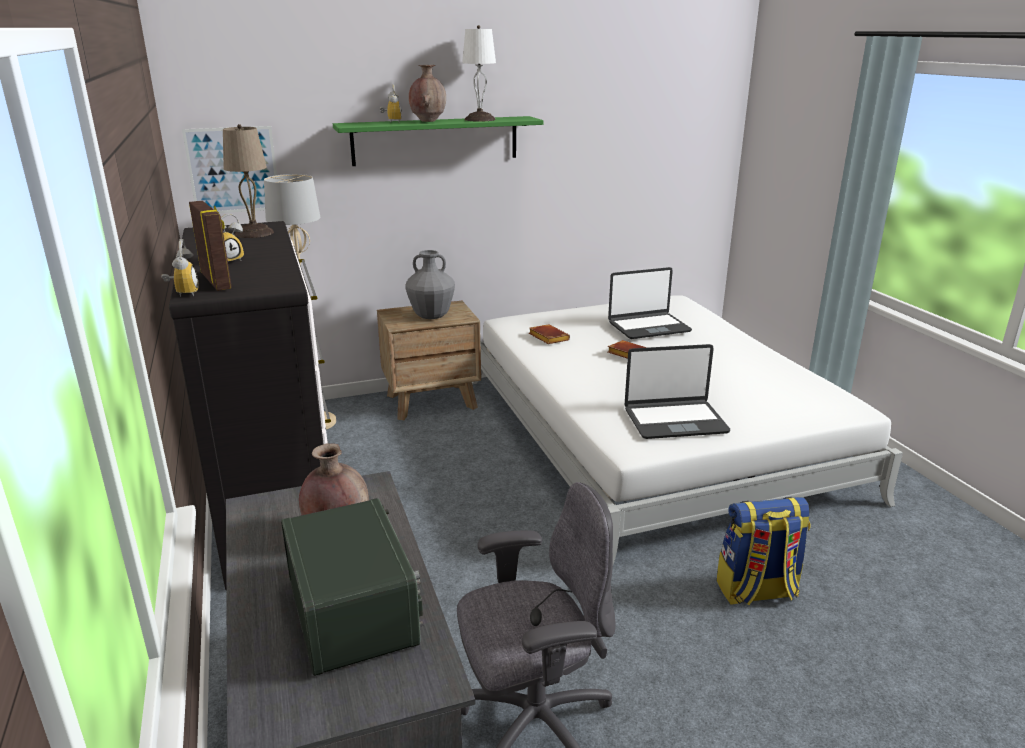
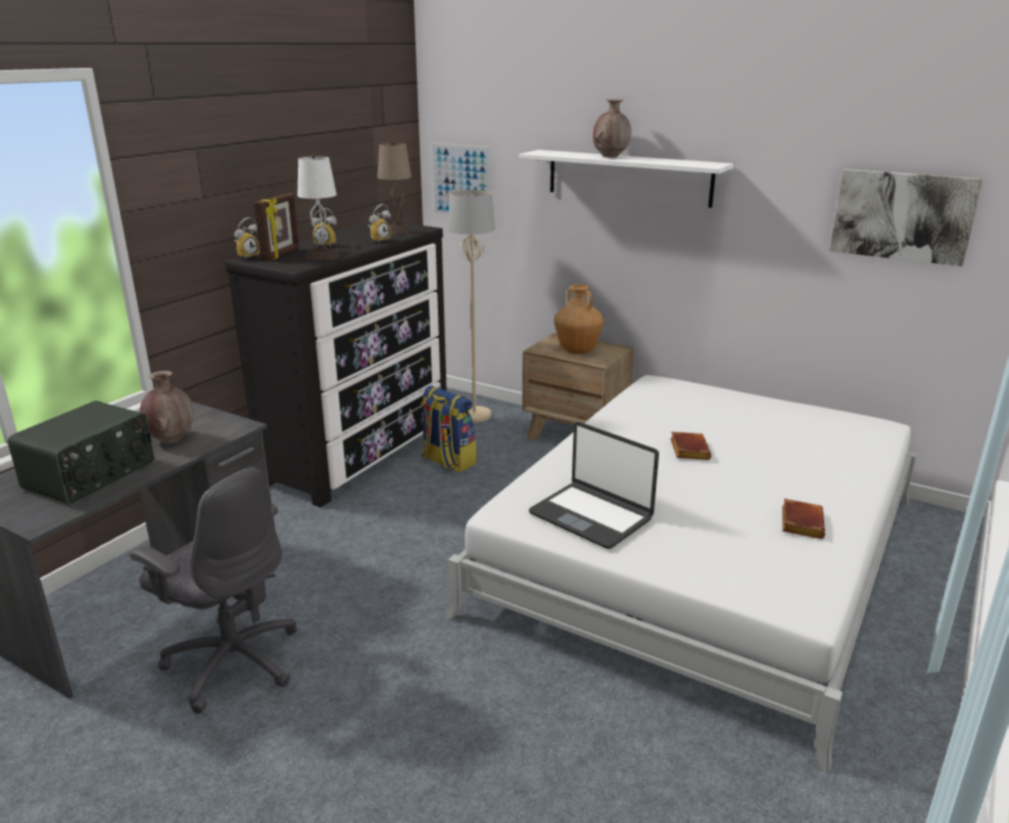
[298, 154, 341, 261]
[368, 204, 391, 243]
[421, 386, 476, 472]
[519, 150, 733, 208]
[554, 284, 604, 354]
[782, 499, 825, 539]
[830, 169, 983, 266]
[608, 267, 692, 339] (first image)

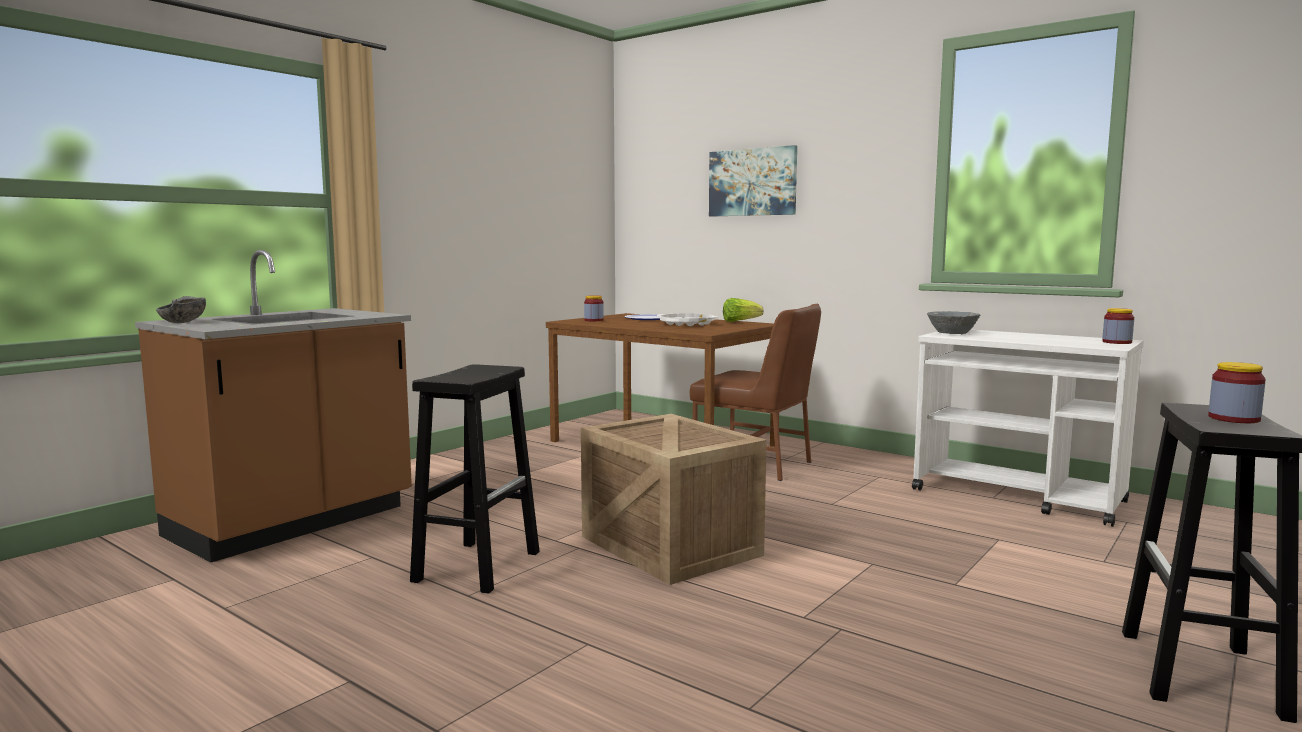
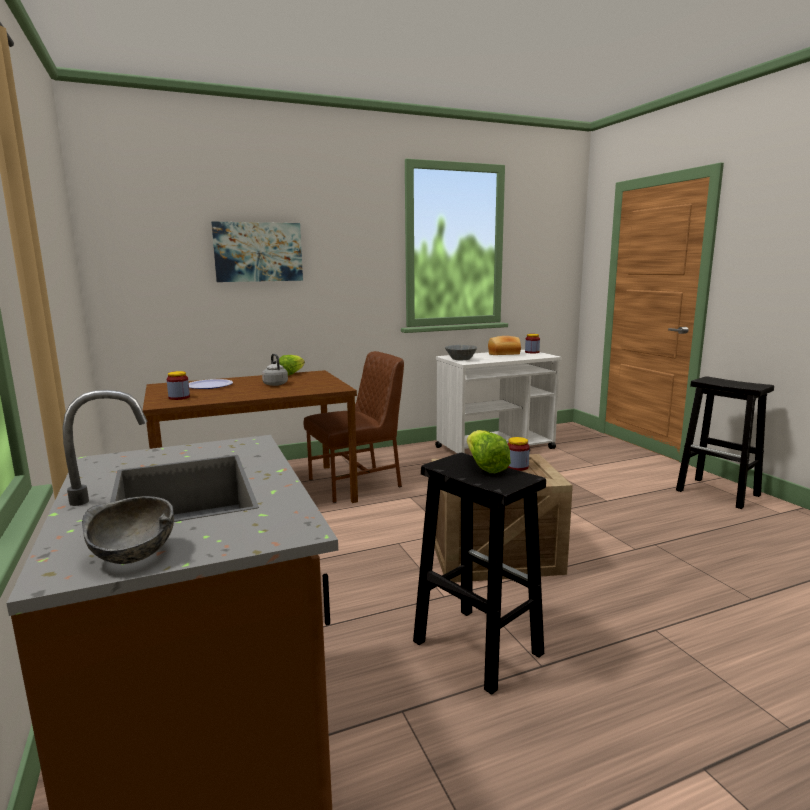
[262, 354, 288, 386]
[467, 430, 511, 473]
[488, 336, 521, 355]
[508, 437, 530, 471]

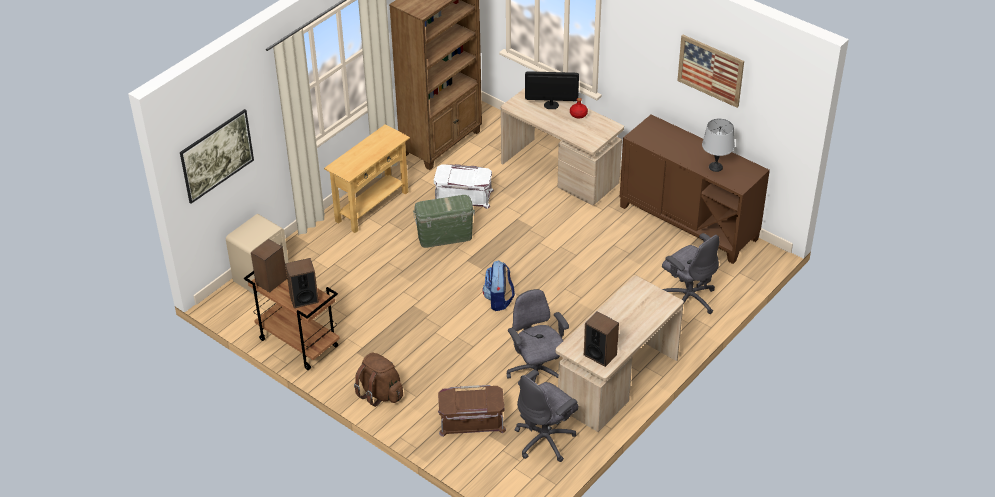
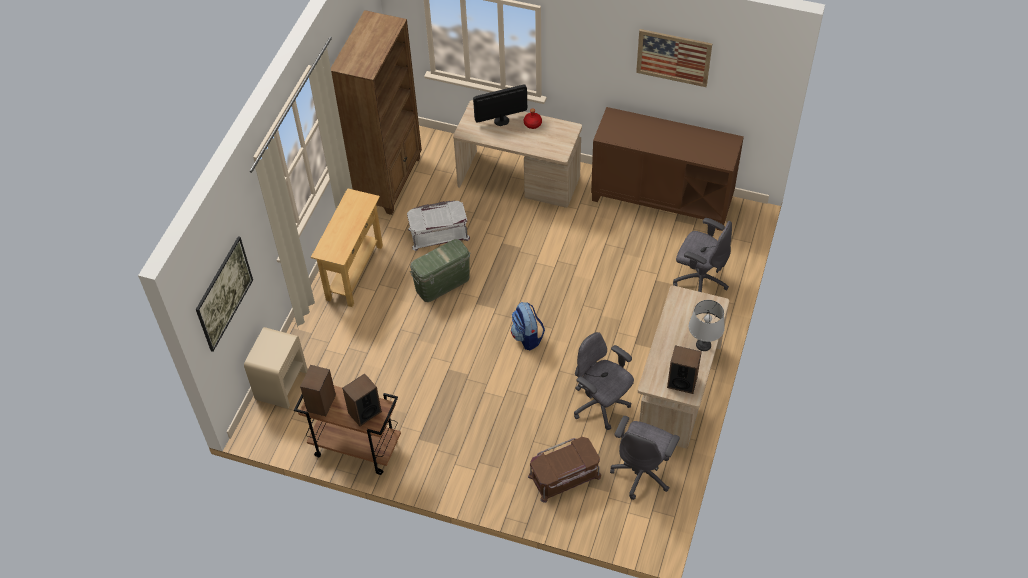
[689, 300, 725, 351]
[354, 353, 403, 407] (first image)

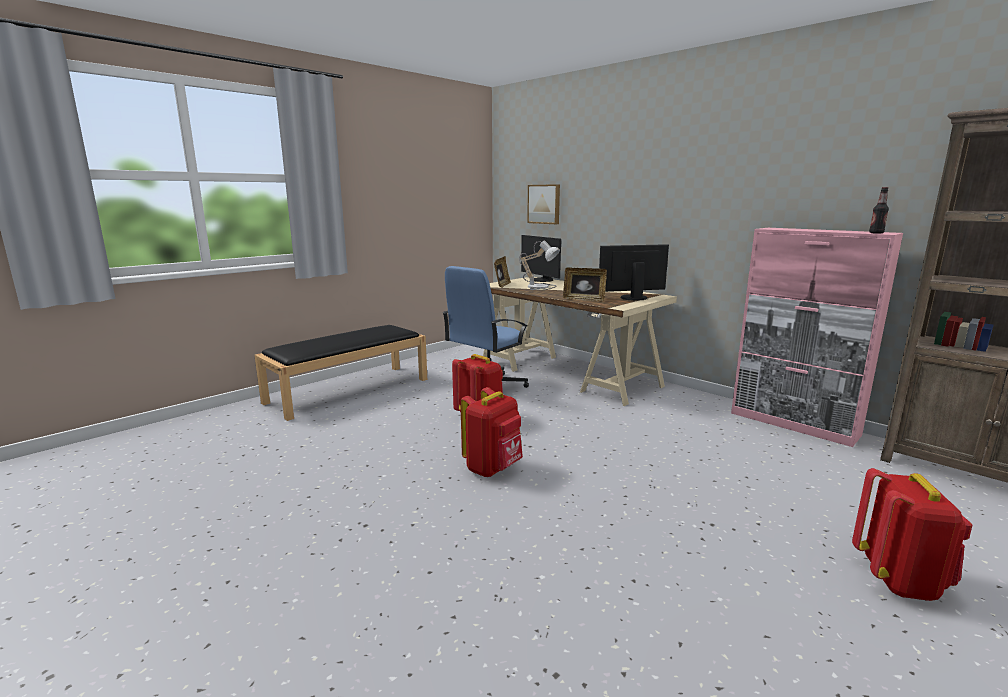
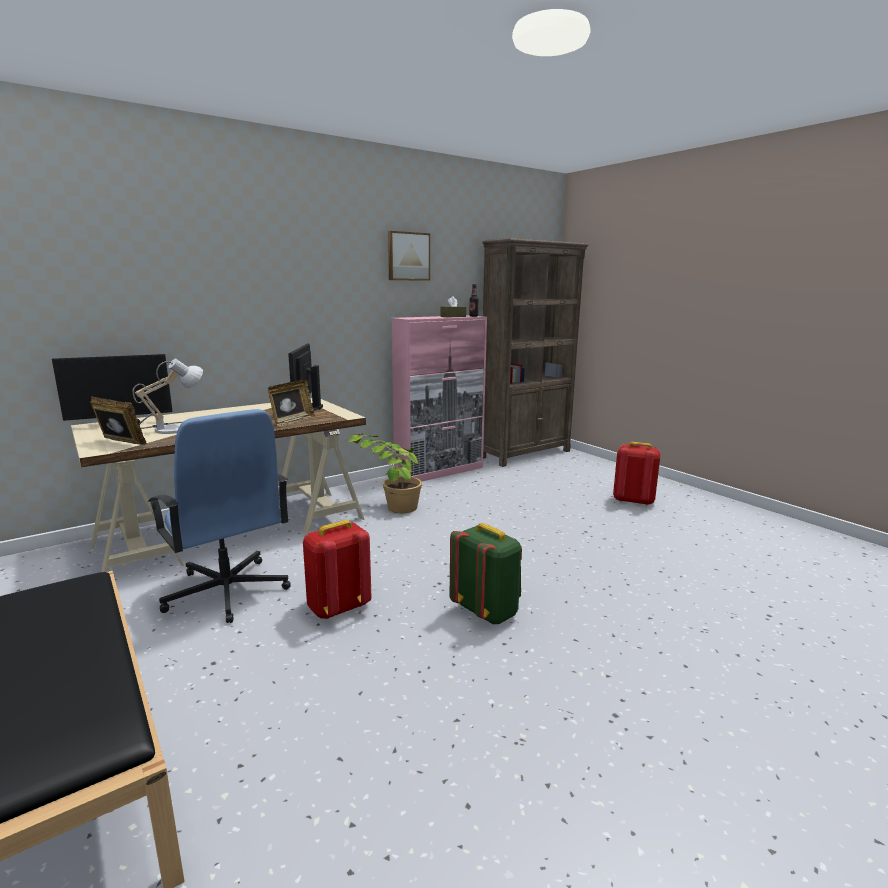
[348, 433, 422, 513]
[388, 231, 430, 281]
[441, 296, 466, 318]
[450, 523, 522, 625]

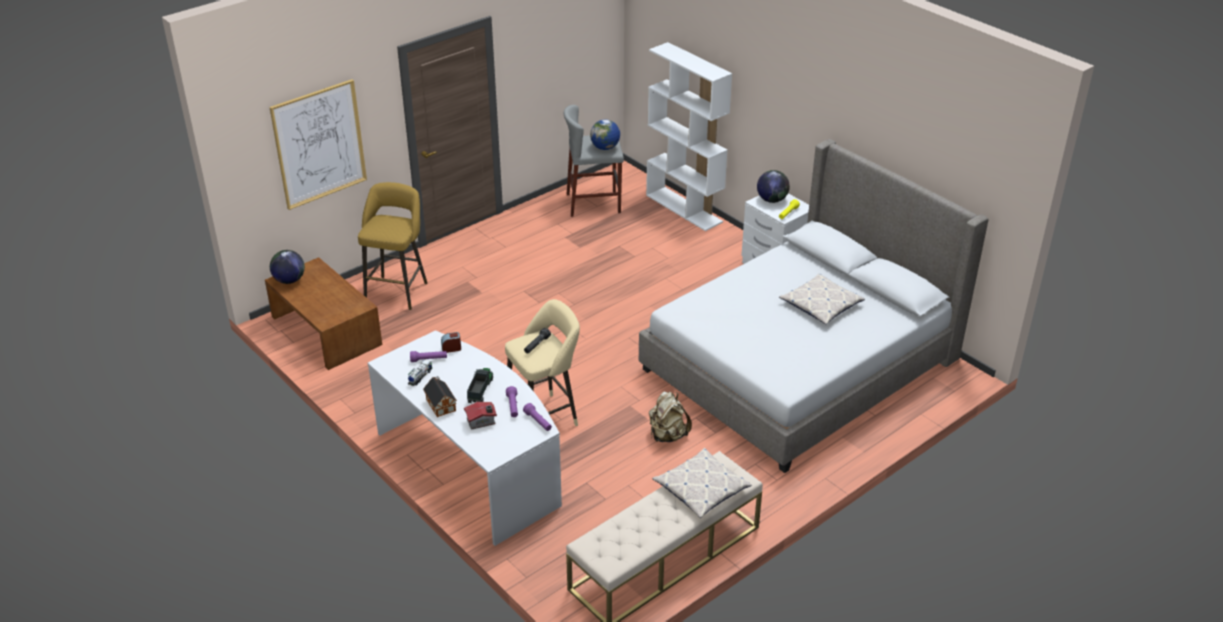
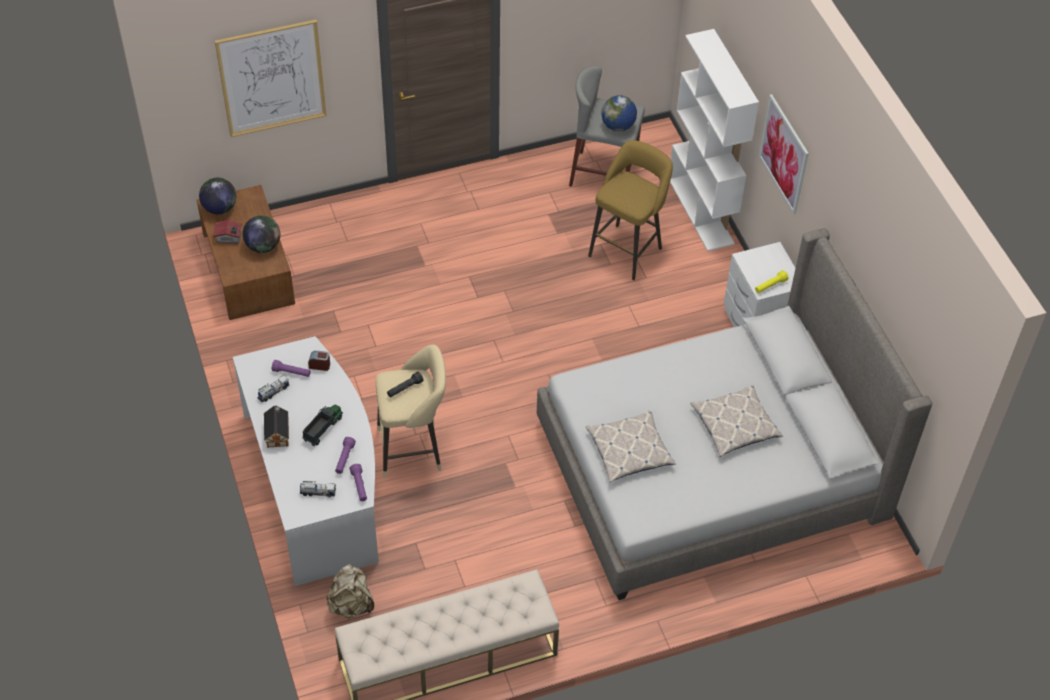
[213, 220, 242, 244]
[243, 215, 280, 253]
[300, 481, 336, 497]
[327, 564, 374, 619]
[586, 410, 676, 482]
[588, 140, 673, 280]
[759, 94, 809, 215]

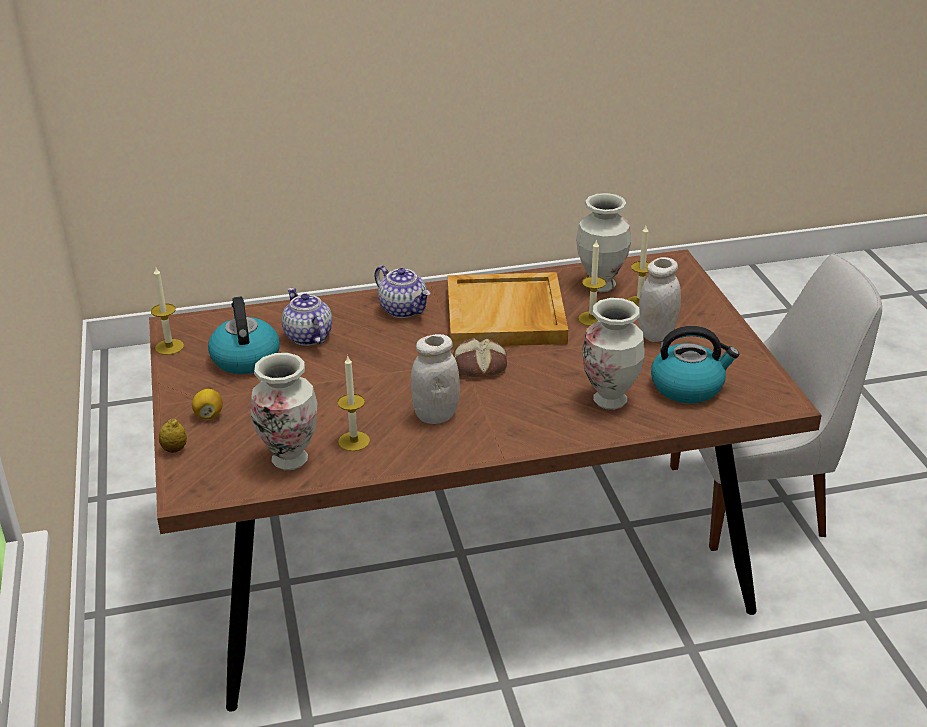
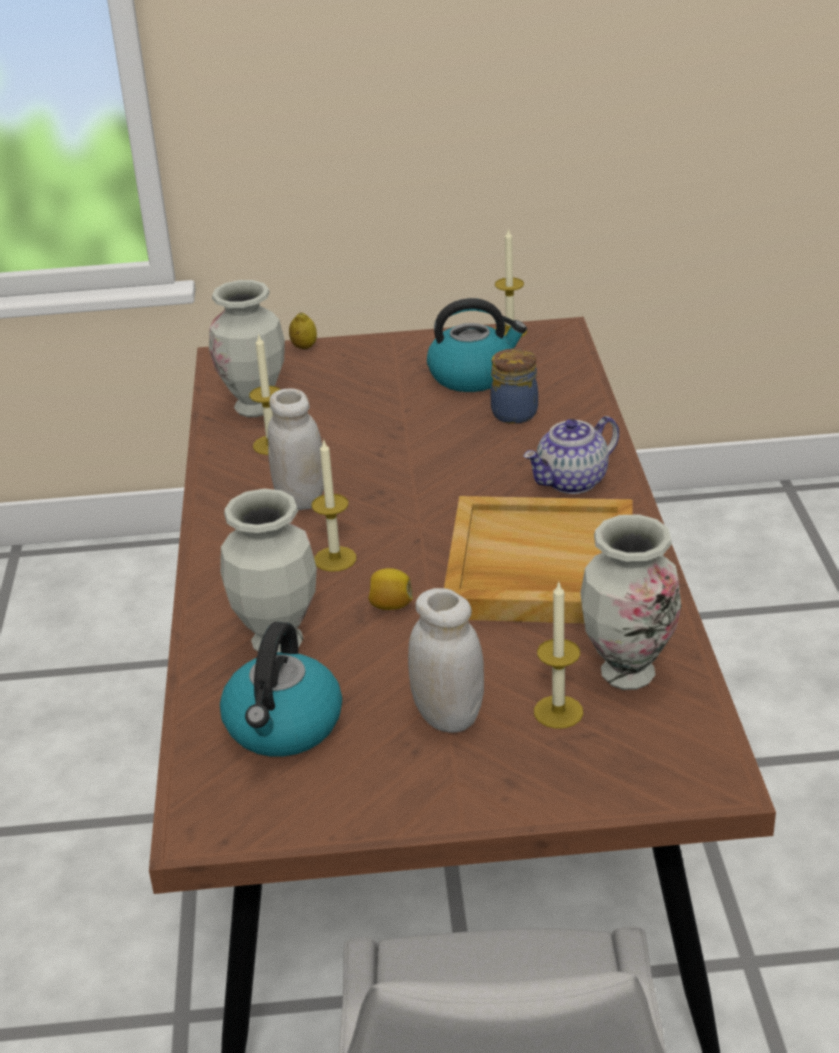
[311, 441, 356, 572]
[368, 568, 413, 610]
[491, 348, 538, 424]
[453, 338, 507, 377] (first image)

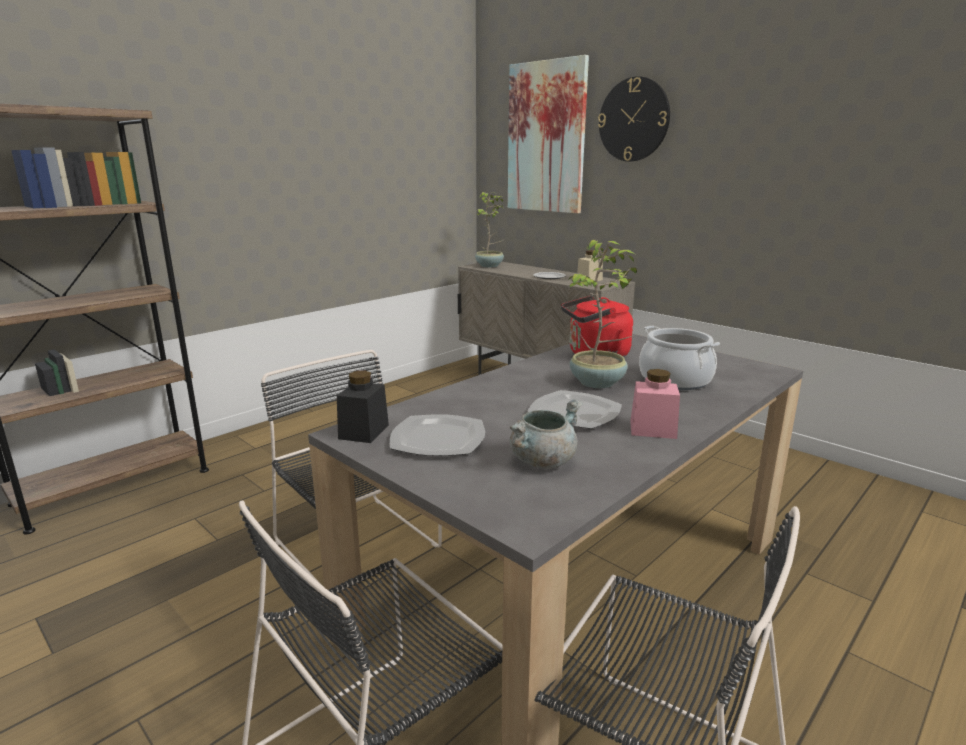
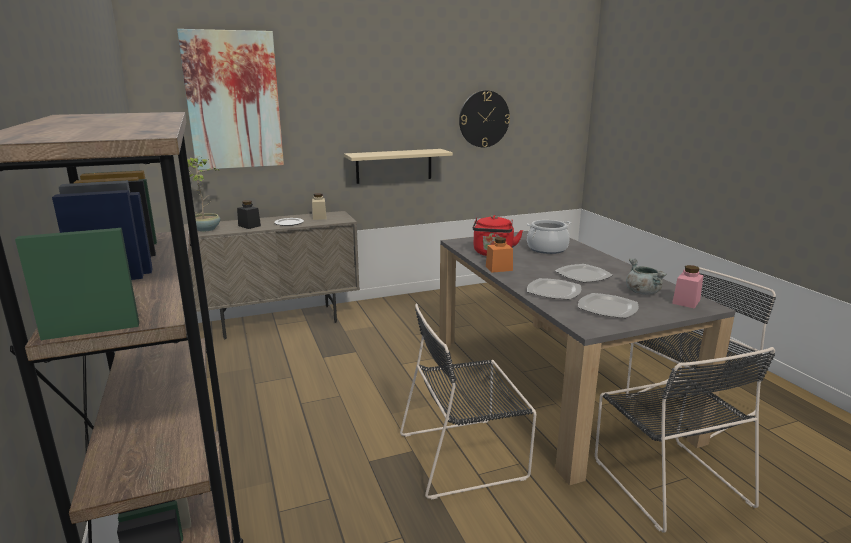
[237, 200, 261, 229]
[344, 149, 453, 184]
[459, 90, 510, 147]
[486, 237, 513, 273]
[527, 278, 581, 299]
[672, 265, 704, 309]
[567, 240, 637, 388] (first image)

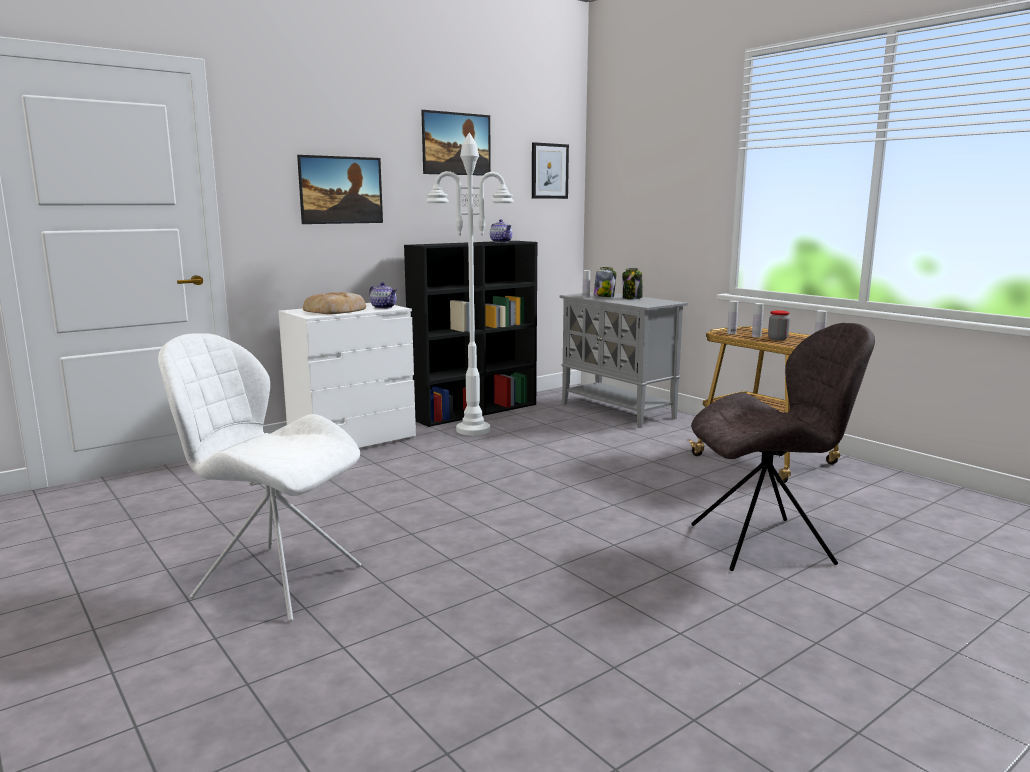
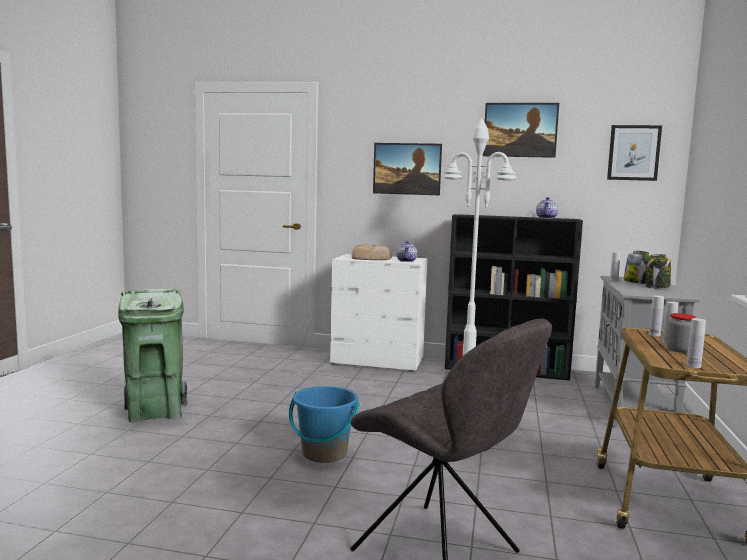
[118, 289, 188, 422]
[289, 386, 360, 463]

